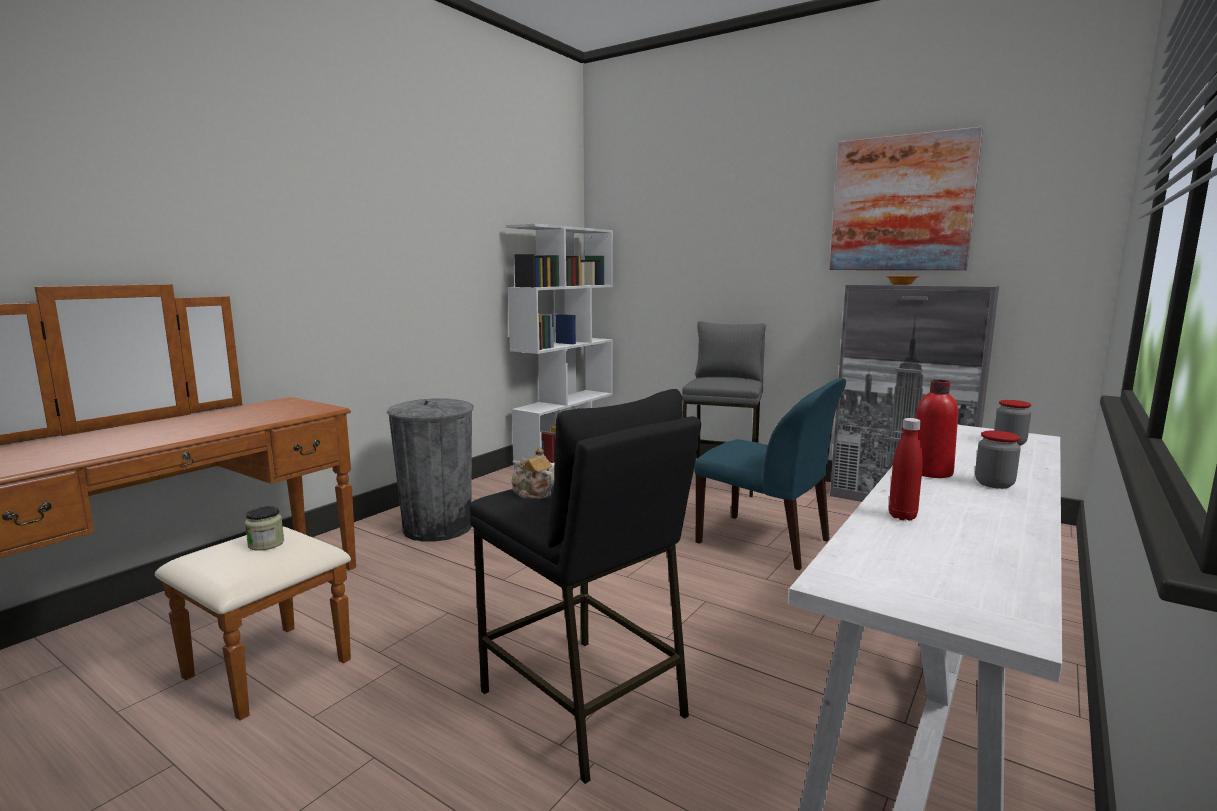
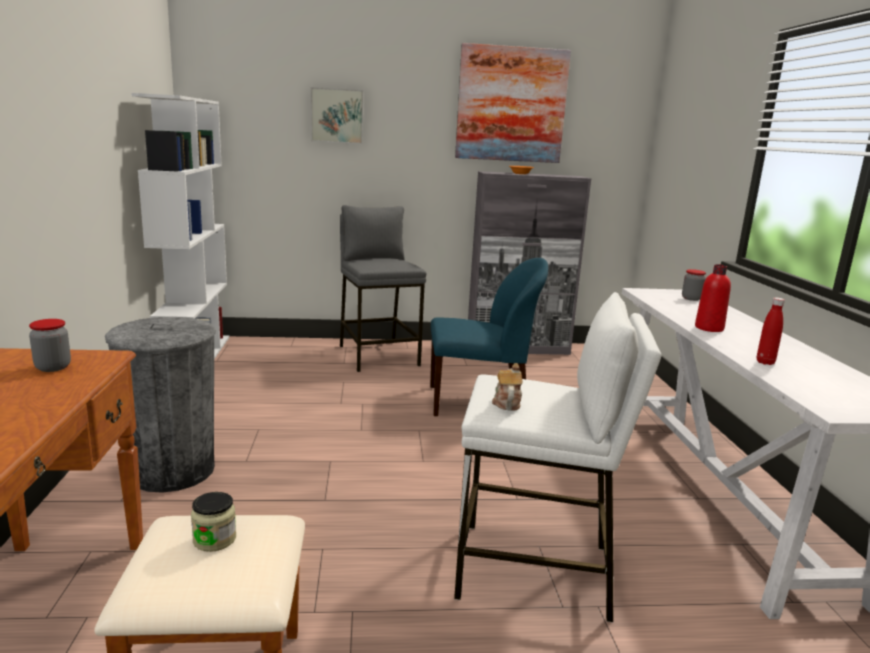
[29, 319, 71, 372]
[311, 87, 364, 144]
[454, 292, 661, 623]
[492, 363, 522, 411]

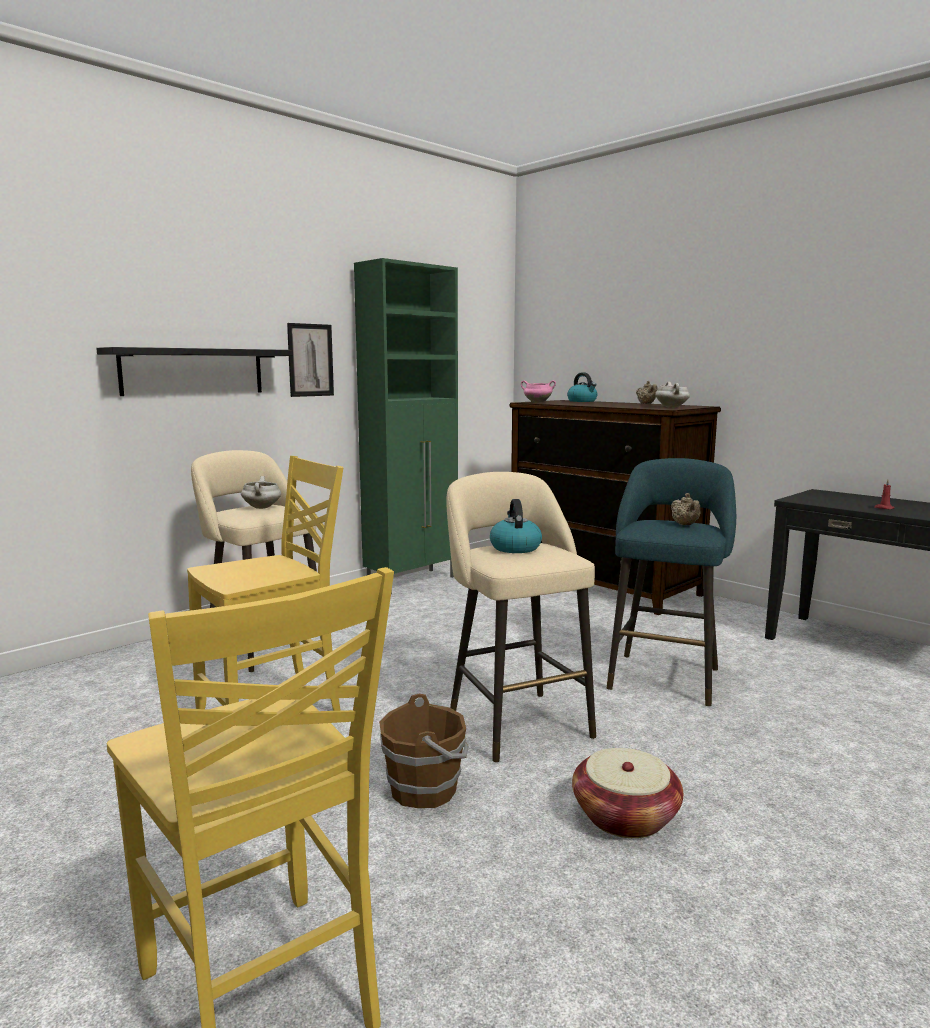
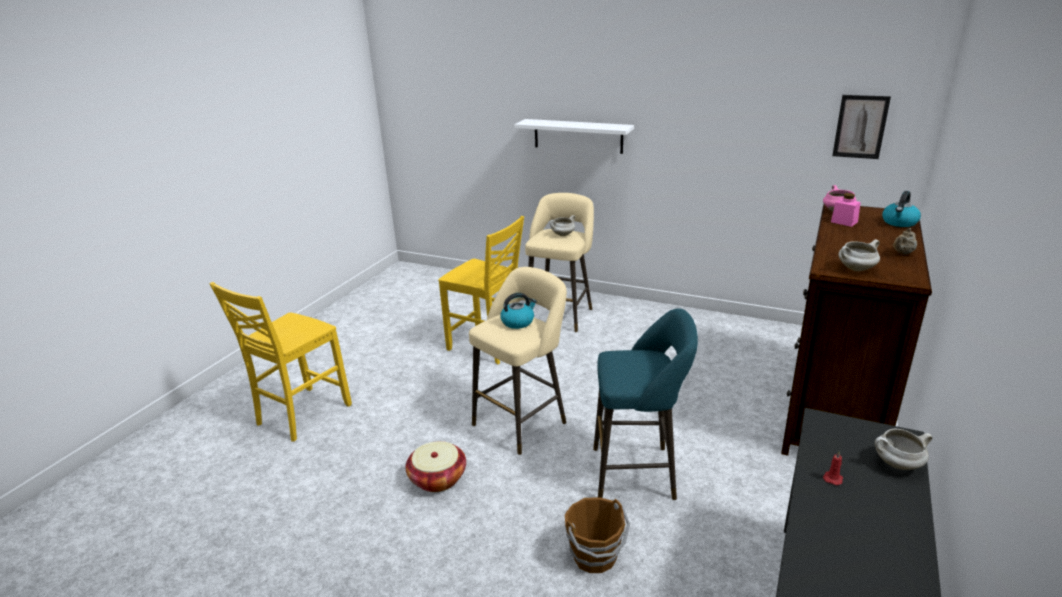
[514, 119, 634, 154]
[565, 497, 630, 573]
[831, 193, 861, 227]
[832, 95, 891, 159]
[875, 429, 933, 470]
[354, 258, 458, 594] (first image)
[671, 493, 701, 525] (first image)

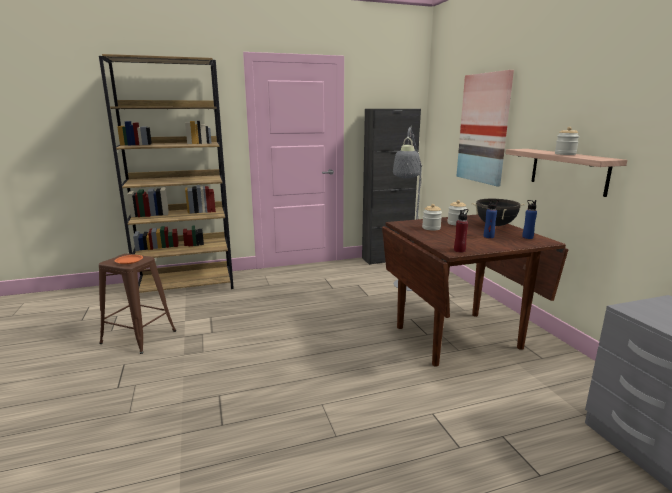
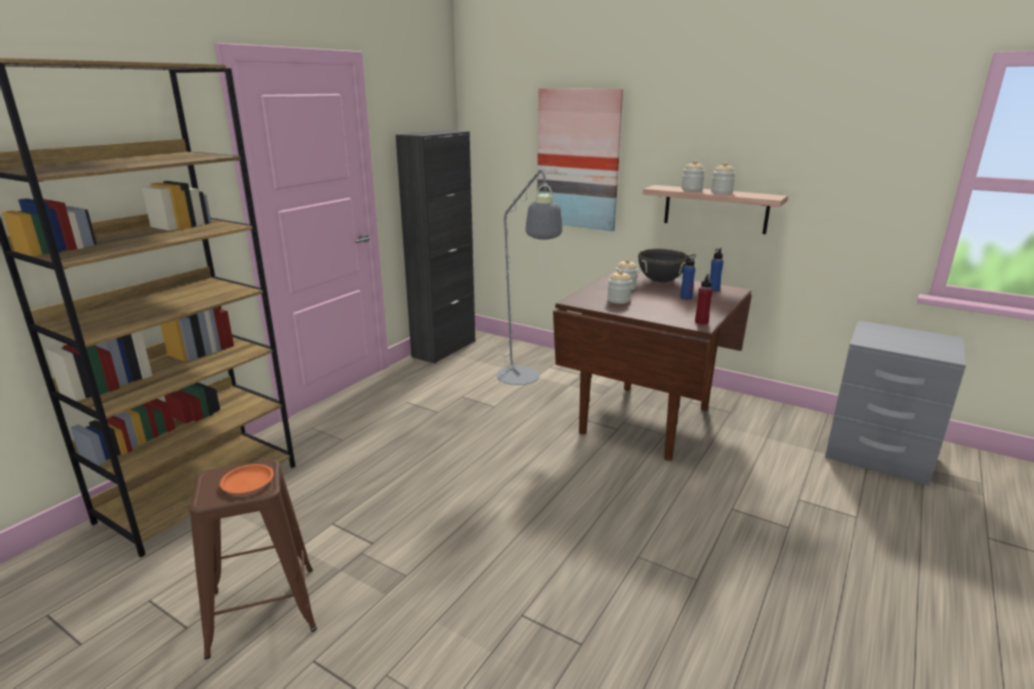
[682, 161, 705, 191]

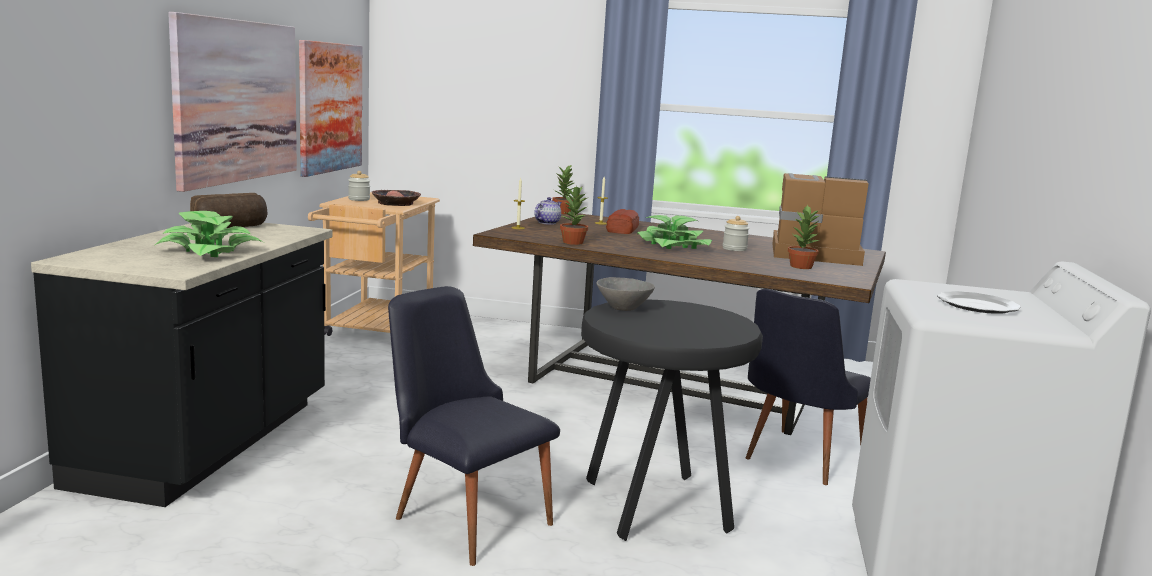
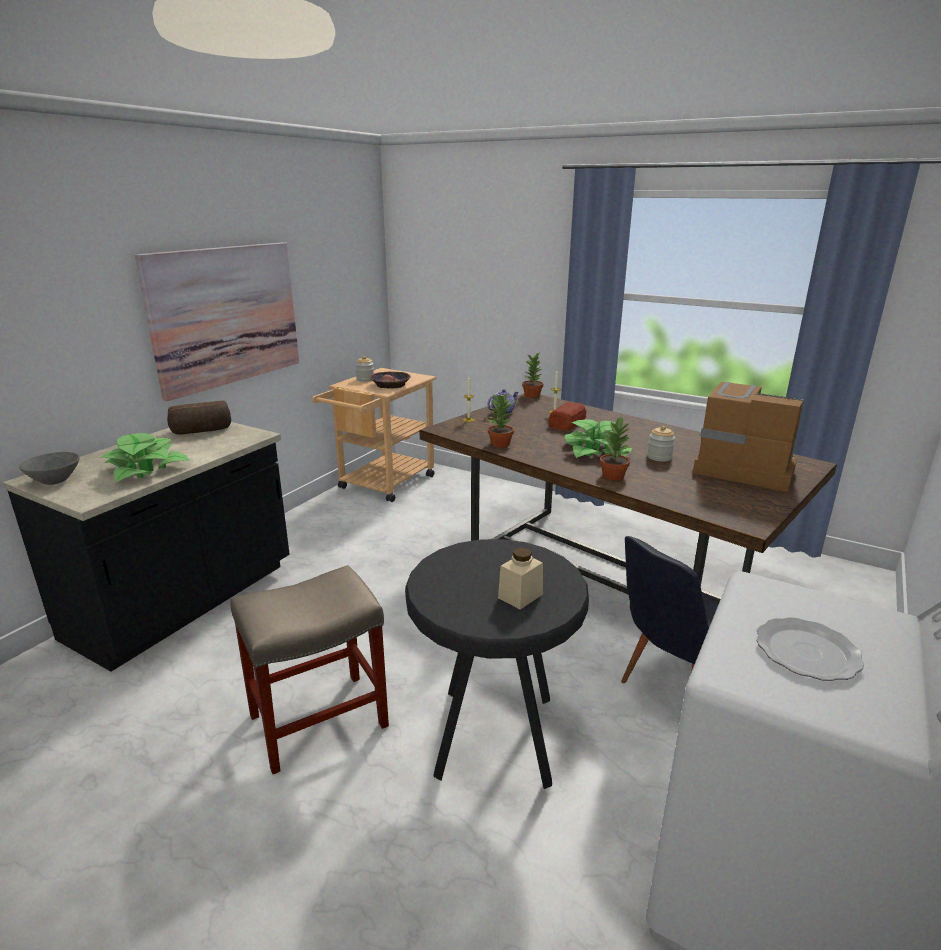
[19, 452, 80, 485]
[230, 565, 389, 774]
[498, 547, 543, 610]
[600, 416, 631, 480]
[299, 40, 362, 177] (first image)

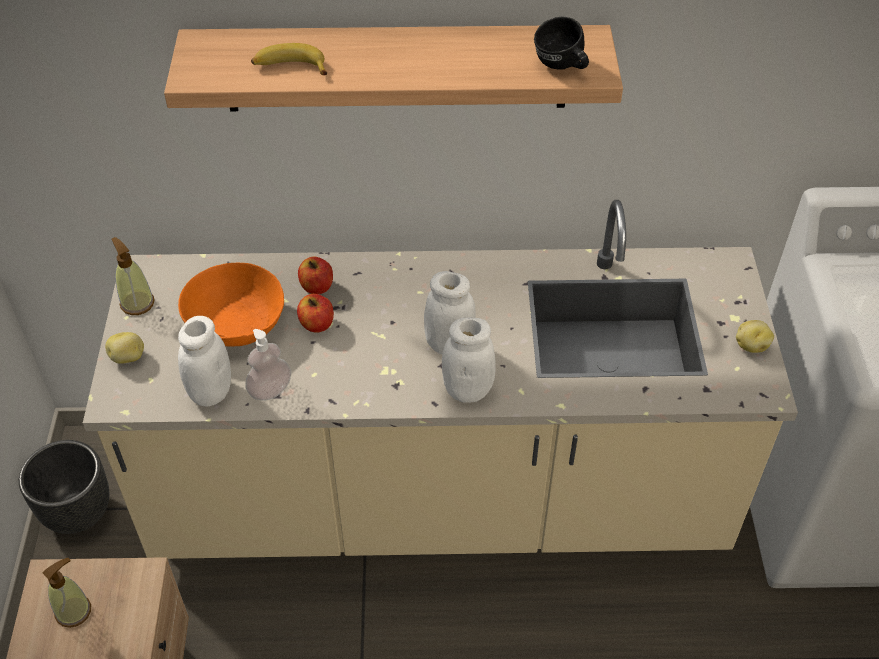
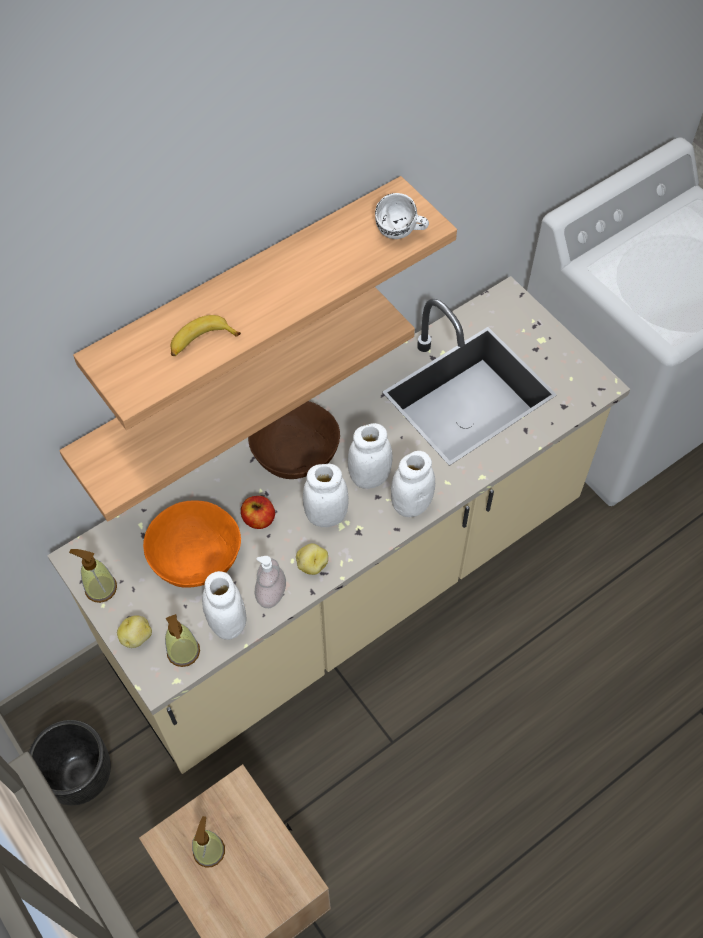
[59, 287, 415, 521]
[165, 614, 200, 667]
[248, 401, 340, 479]
[296, 543, 328, 575]
[303, 464, 349, 527]
[375, 193, 429, 239]
[298, 257, 333, 294] (first image)

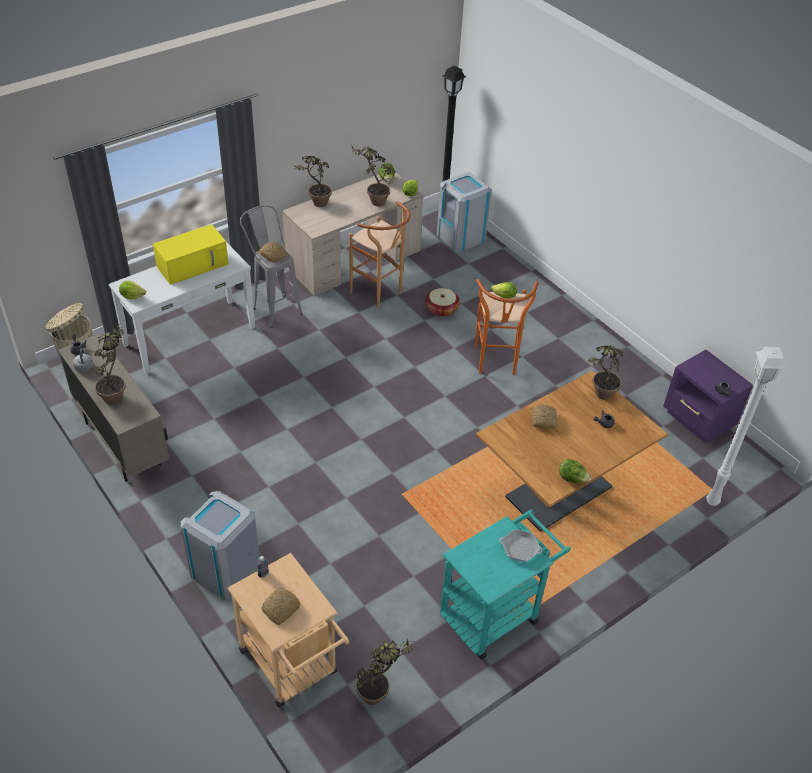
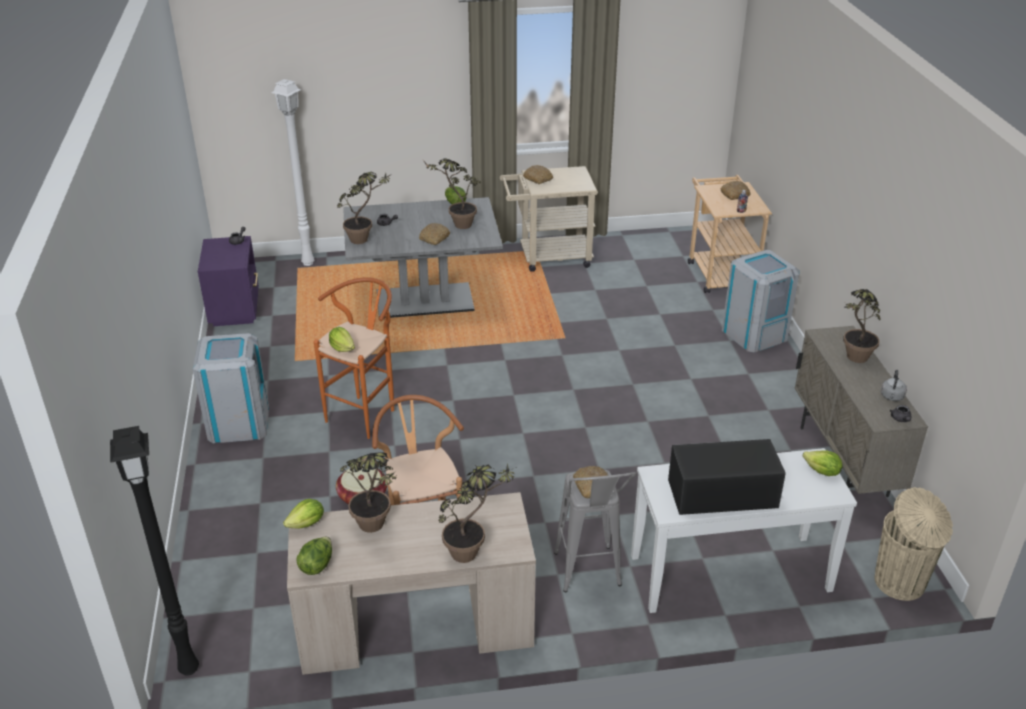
[193, 333, 269, 443]
[343, 197, 503, 318]
[423, 158, 481, 229]
[500, 166, 598, 272]
[523, 165, 553, 184]
[668, 439, 786, 515]

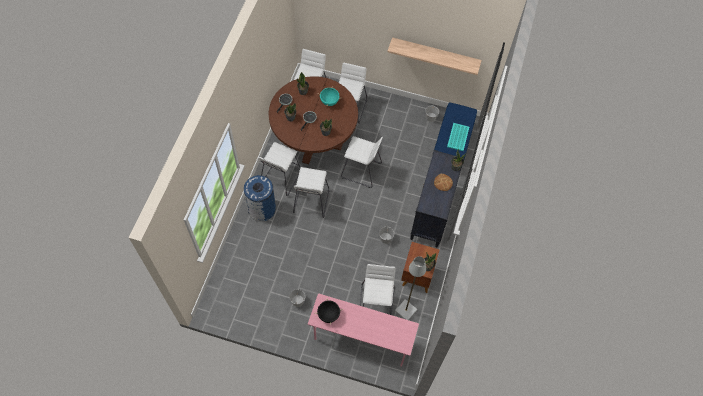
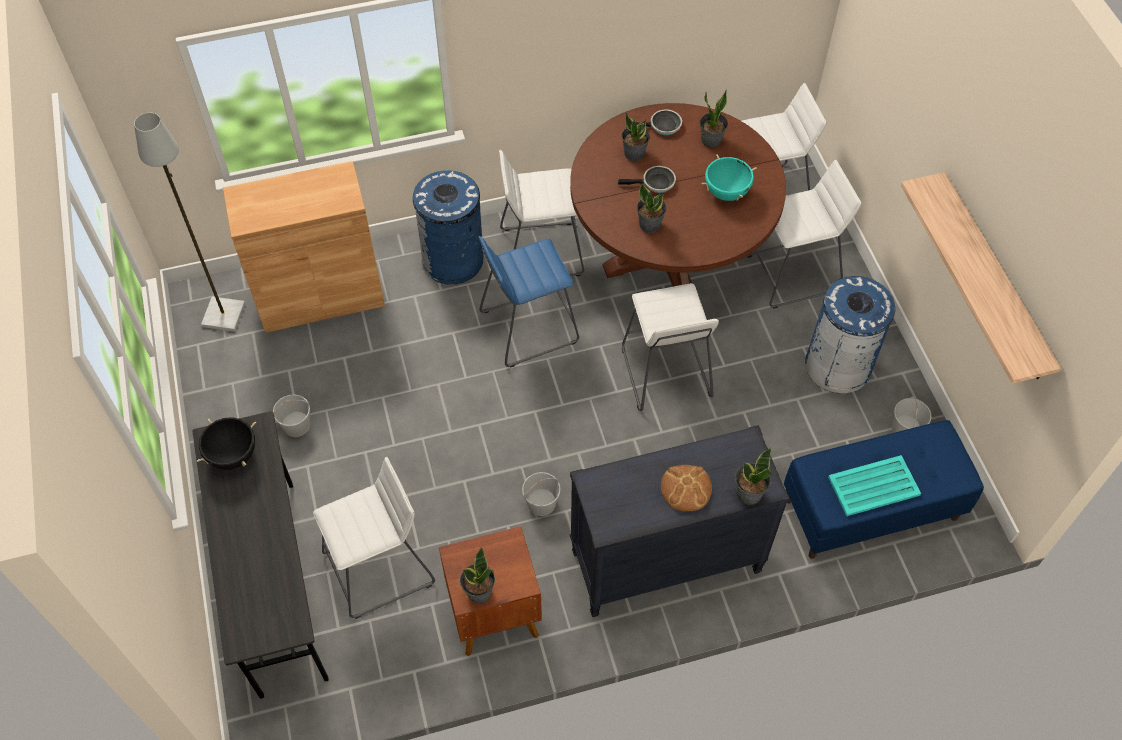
[134, 112, 246, 332]
[192, 411, 329, 699]
[223, 161, 385, 333]
[478, 236, 579, 368]
[805, 276, 895, 393]

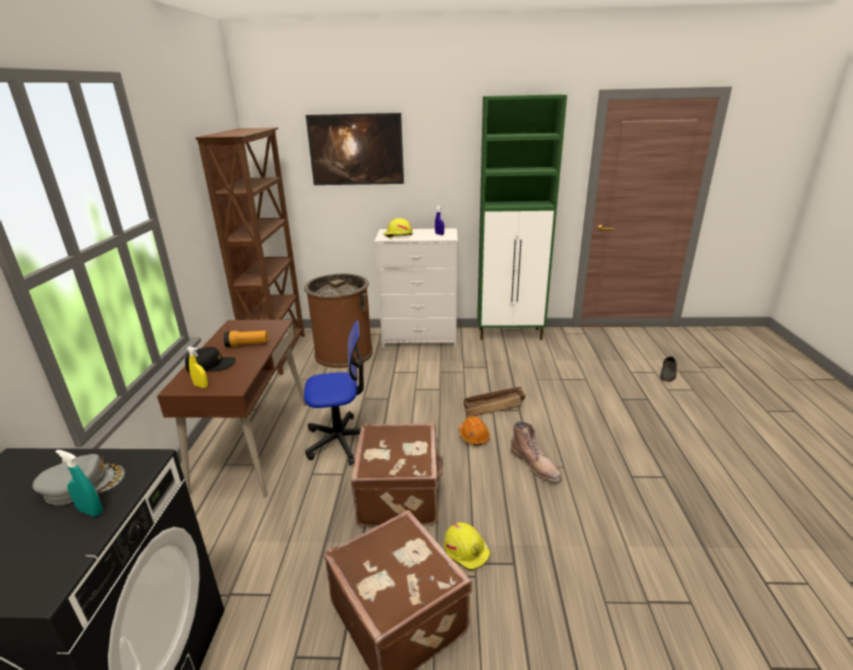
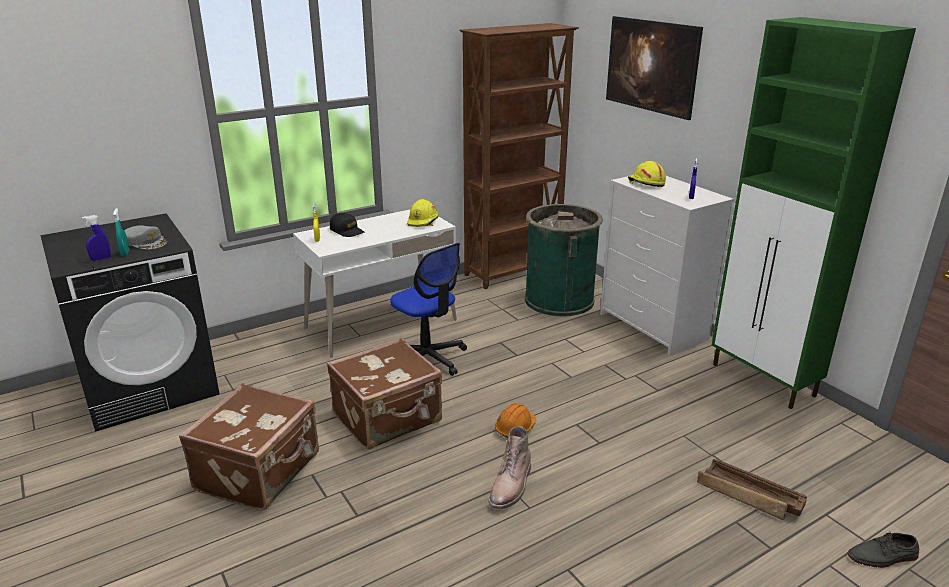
[82, 215, 111, 261]
[293, 210, 457, 357]
[407, 199, 438, 227]
[525, 204, 603, 316]
[697, 459, 807, 520]
[223, 331, 268, 347] (first image)

